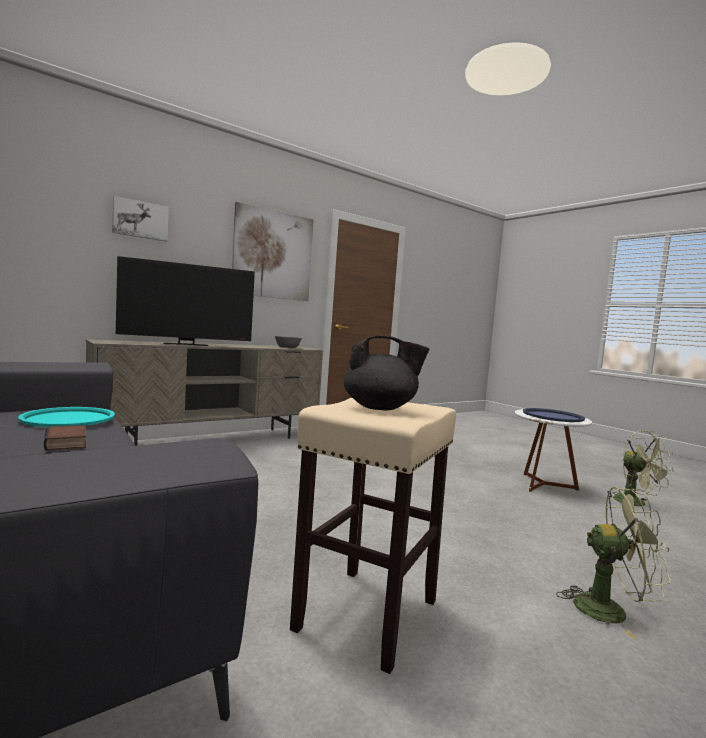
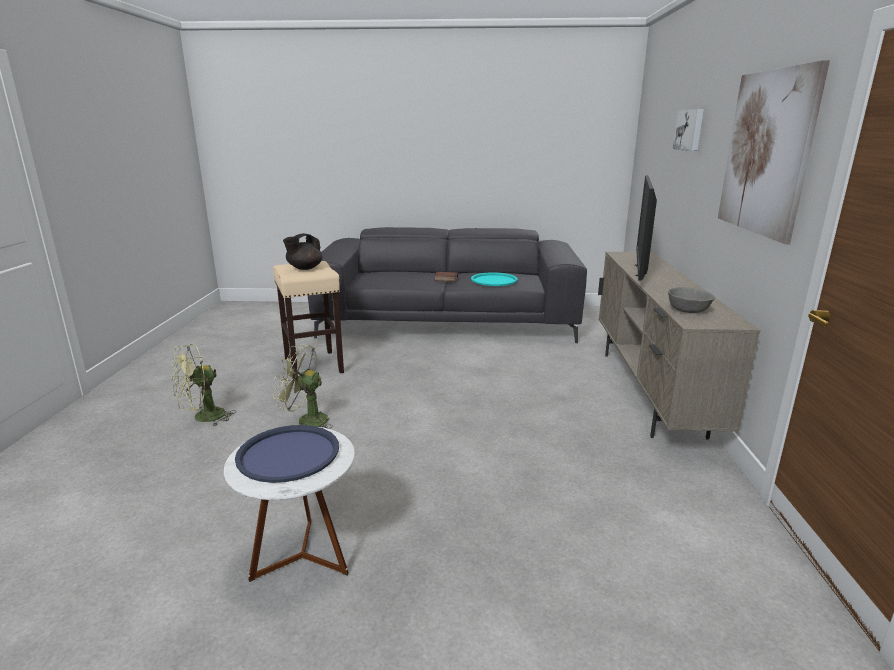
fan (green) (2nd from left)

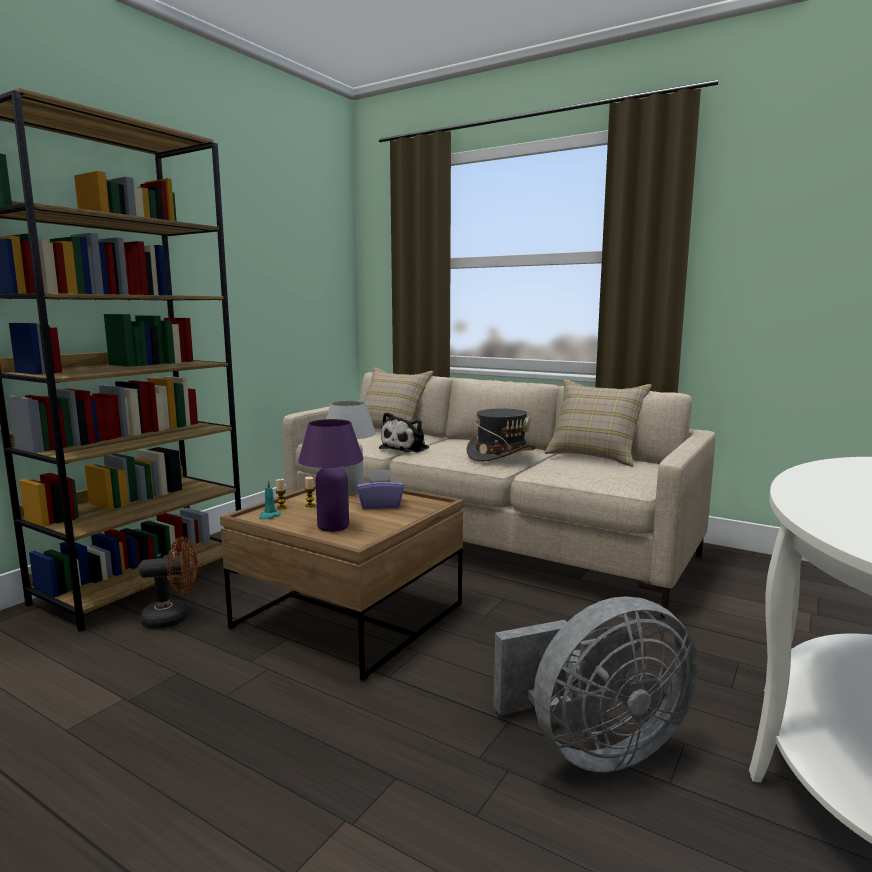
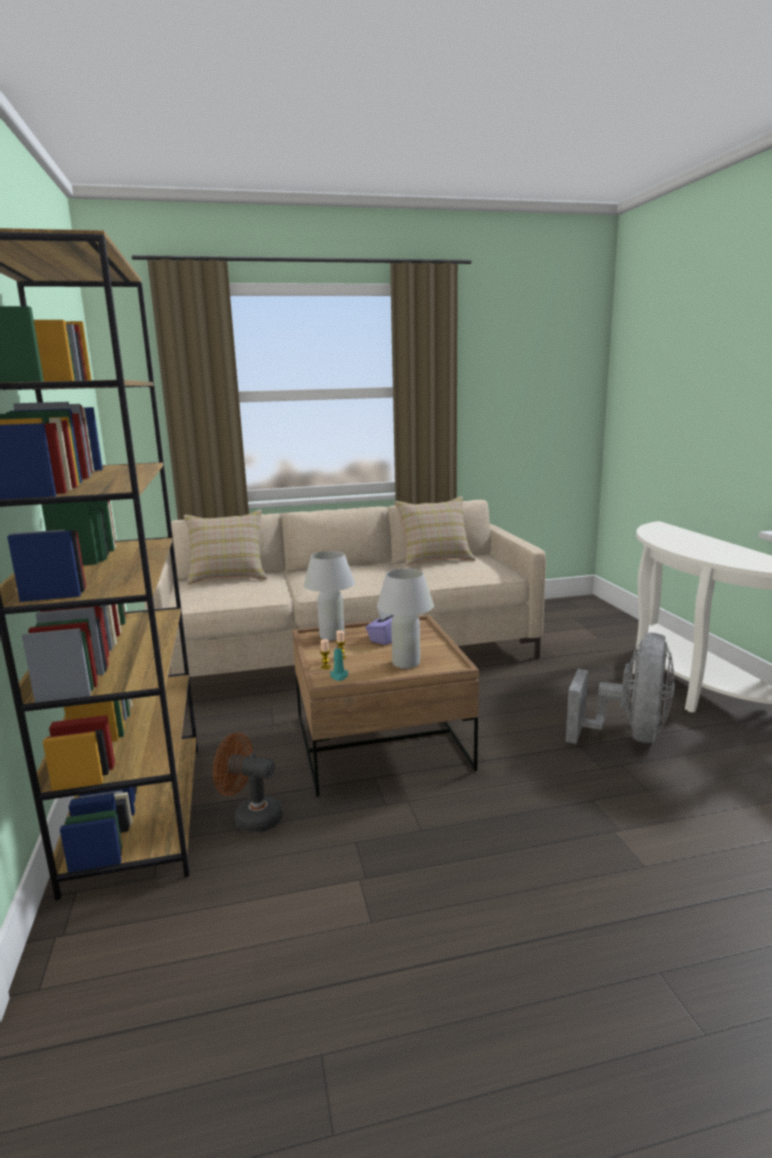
fan (brown); table lamp (white) (2nd from left); plush toy; hat (grey)

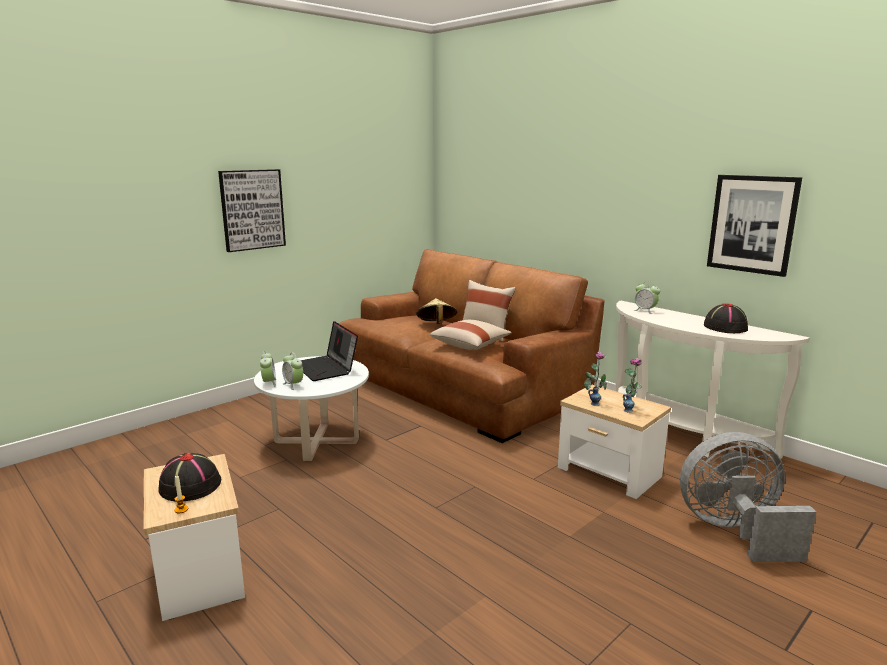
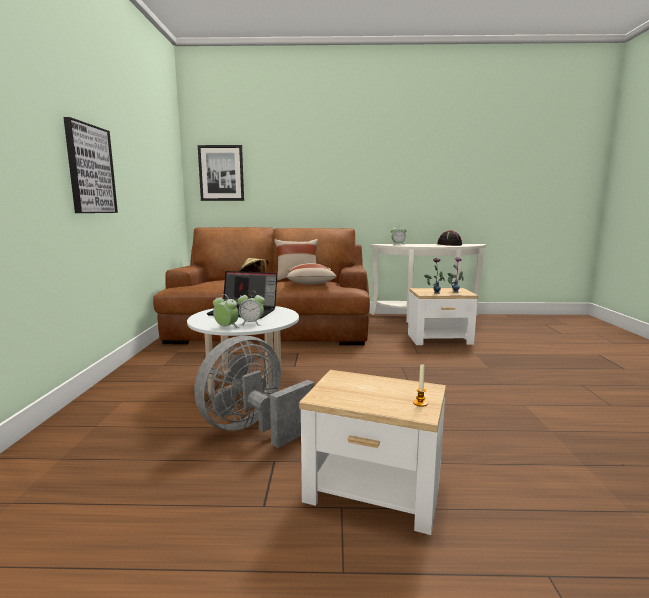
hat (black) (1st from left in the first image); fan (grey); picture (2nd from left)

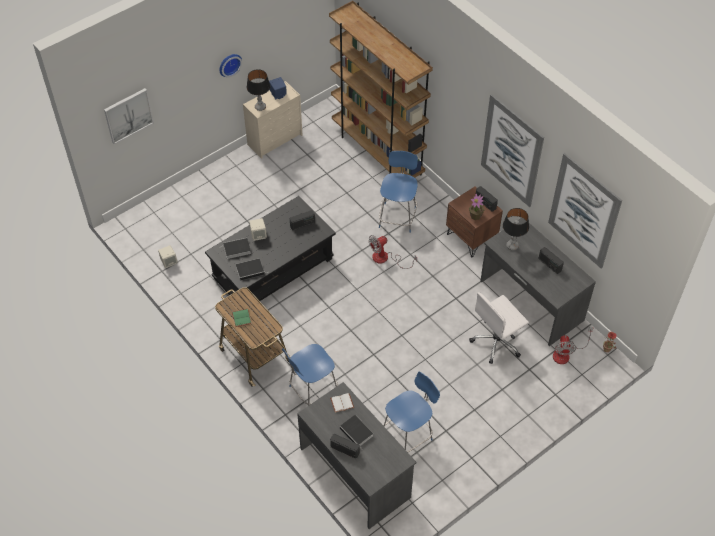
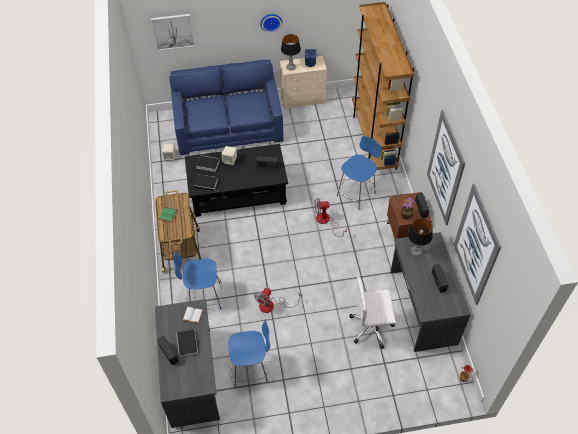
fan (1st from left); sofa (blue)

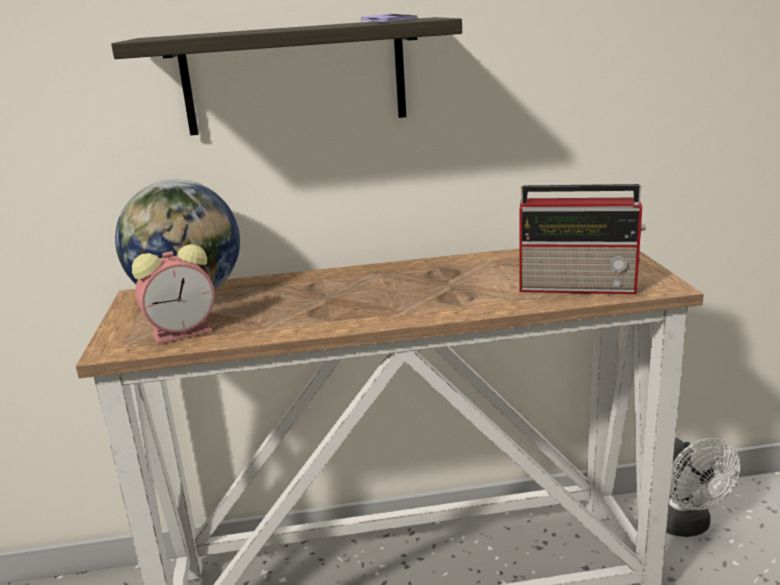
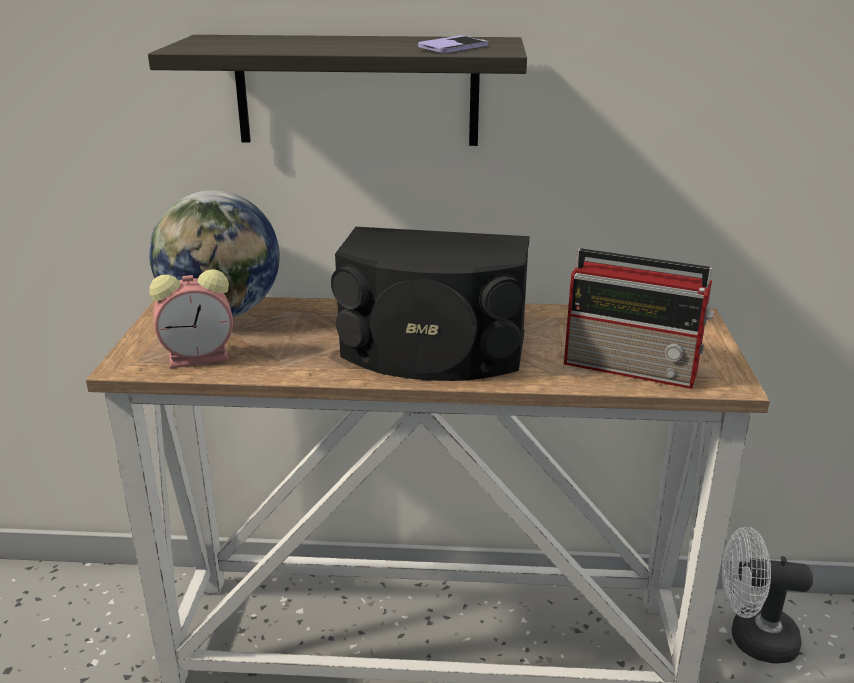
fan (white); speaker (black)

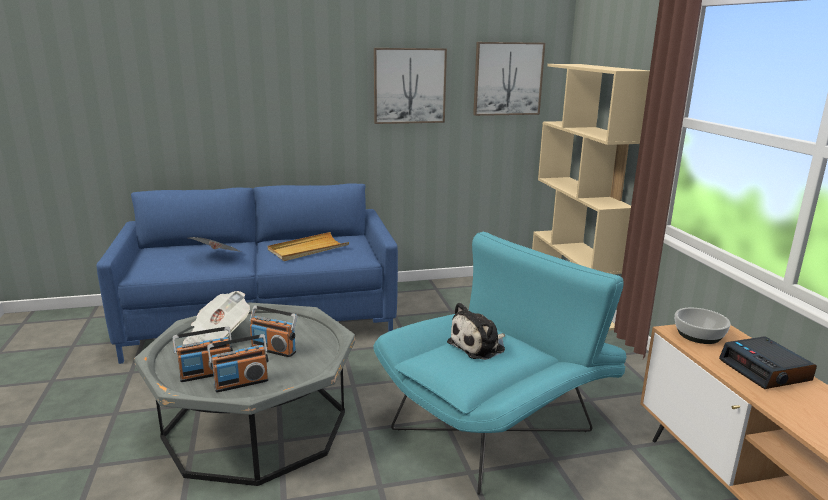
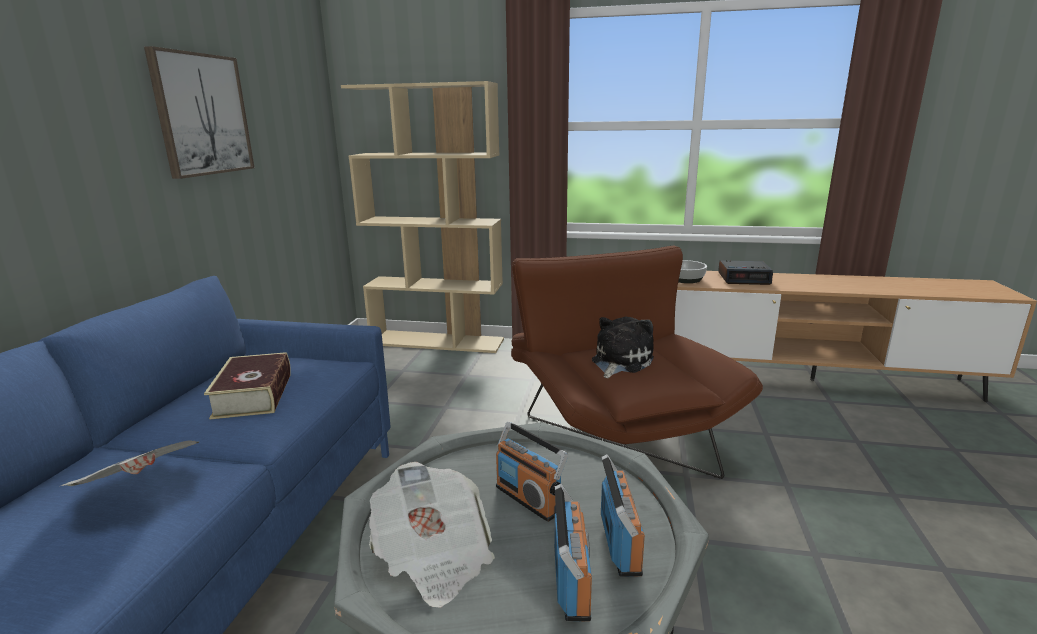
radio (1st from left); book; armchair (brown); plush toy; picture (2nd from left in the first image)

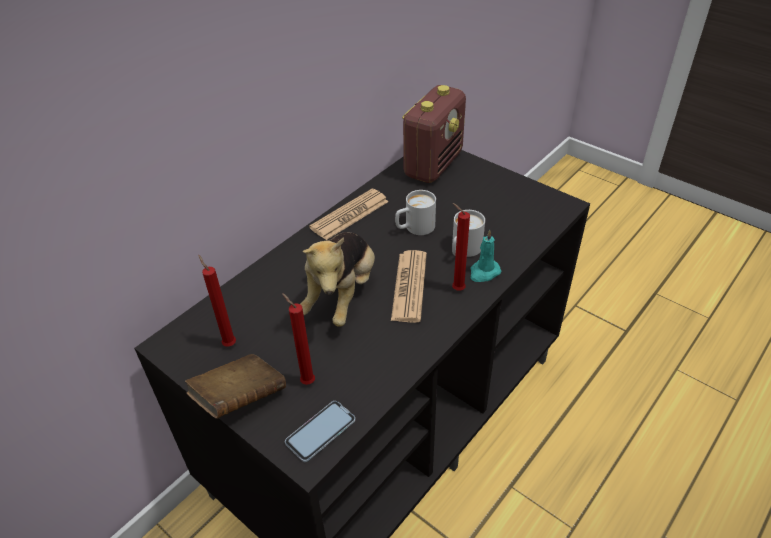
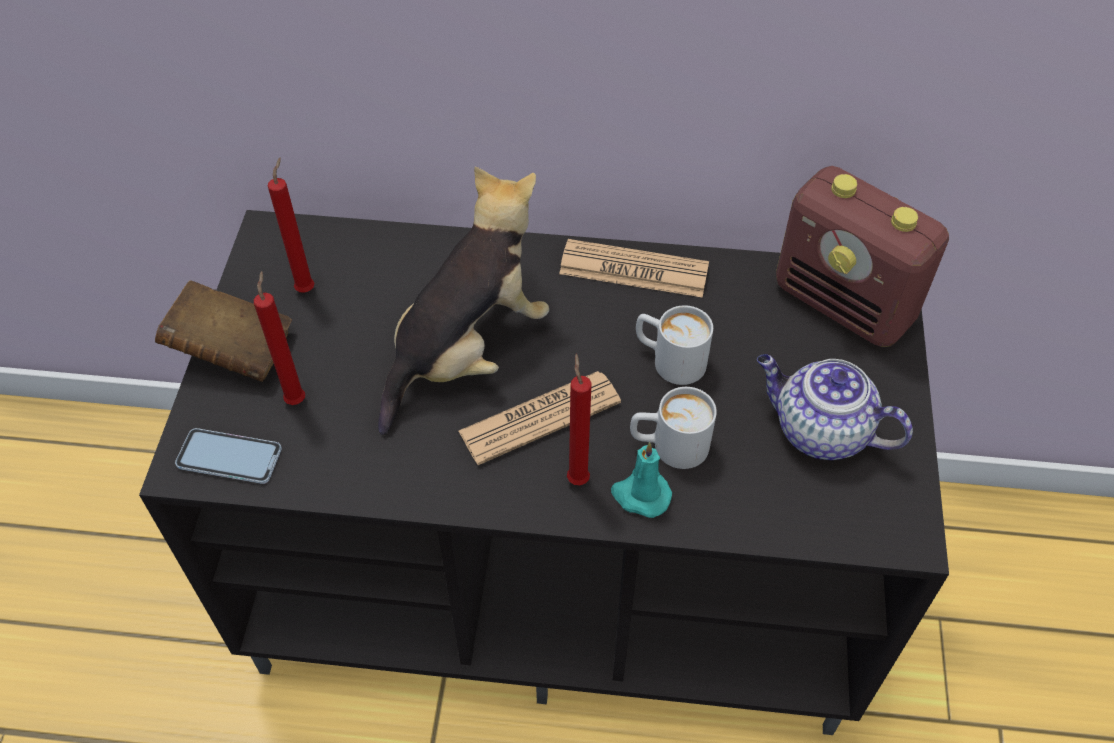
plush toy; radio; teapot

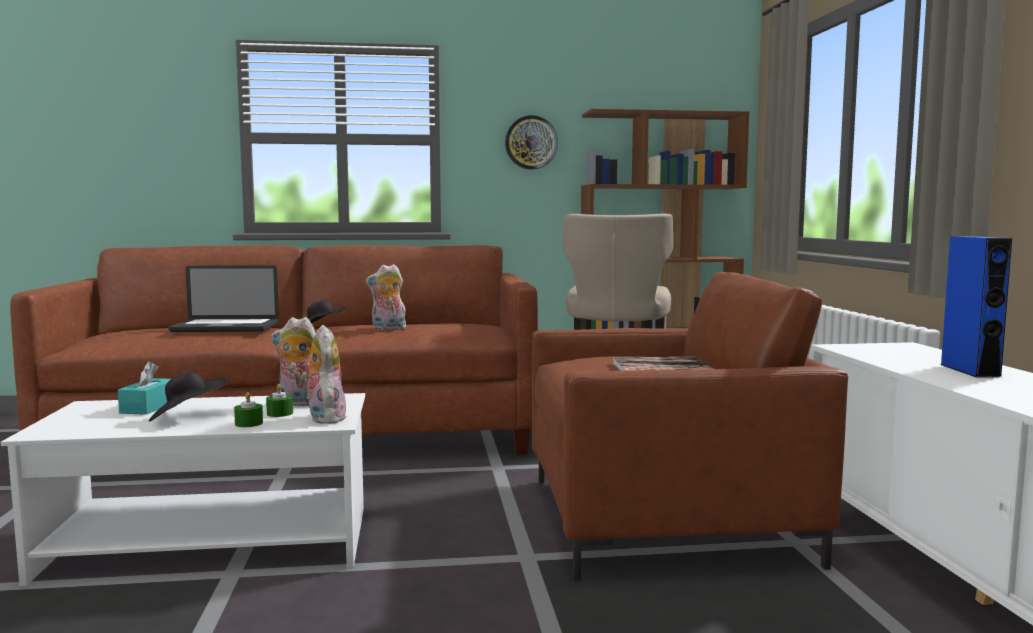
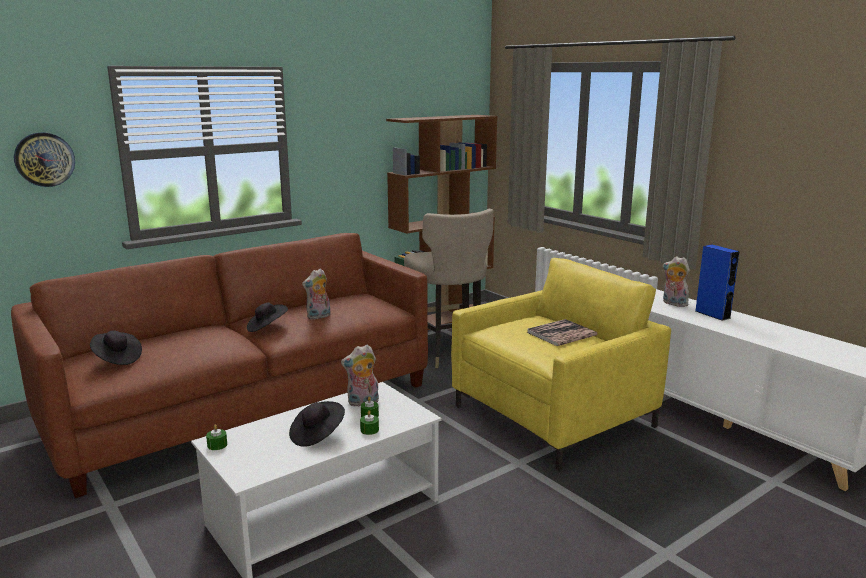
tissue box (turquoise); laptop; plush toy (3rd from left); wall clock; armchair (yellow); hat (black) (1st from left); candle (green) (1st from left)

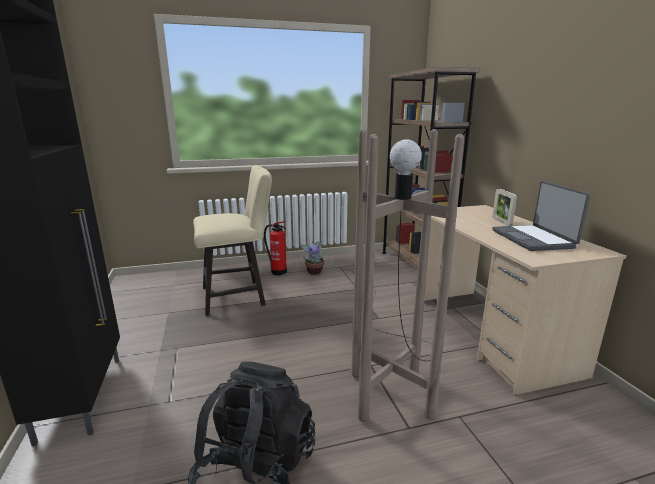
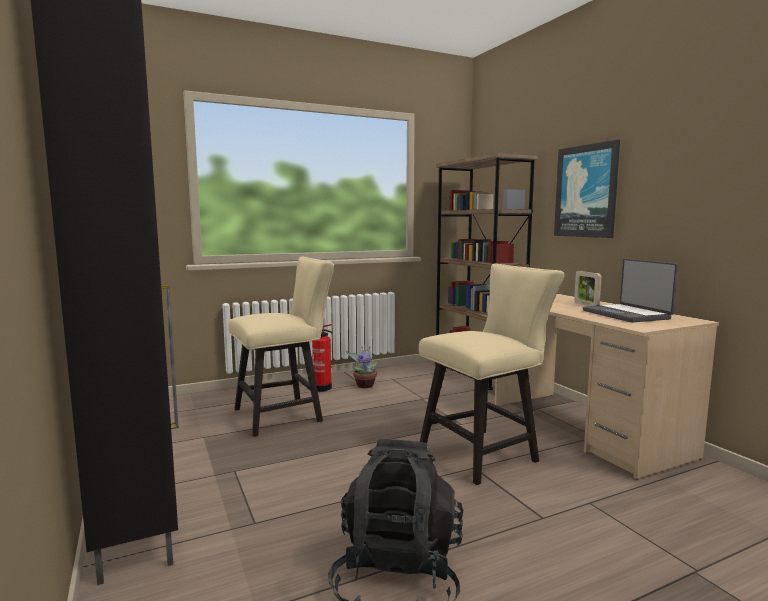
chair (beige) (2nd from left); picture

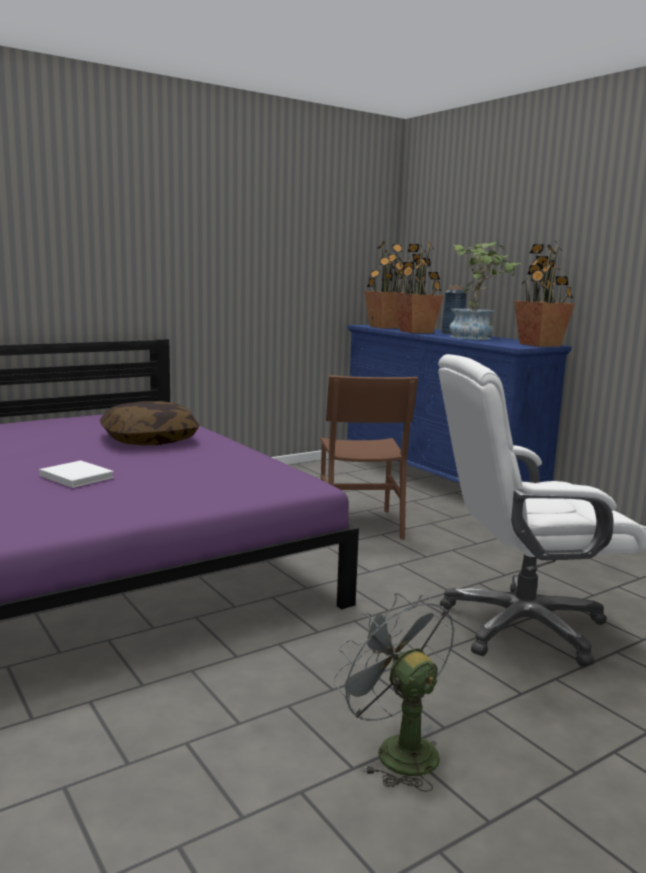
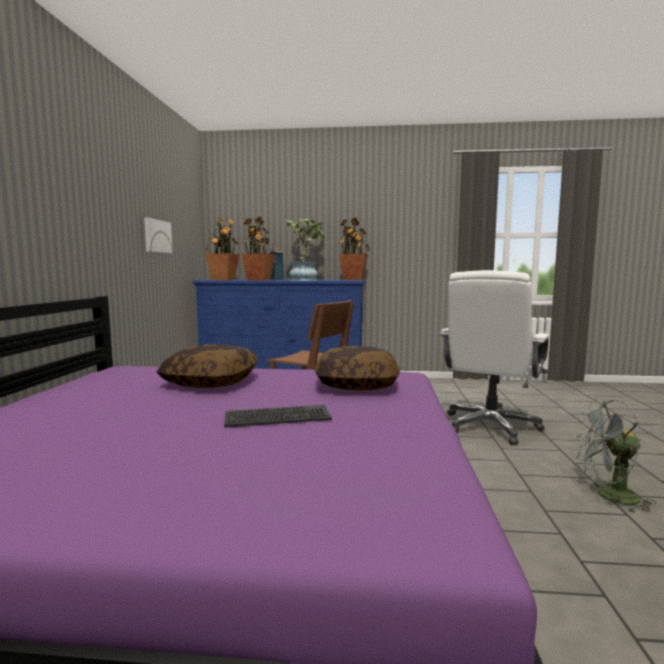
keyboard; picture; pillow (2nd from left)

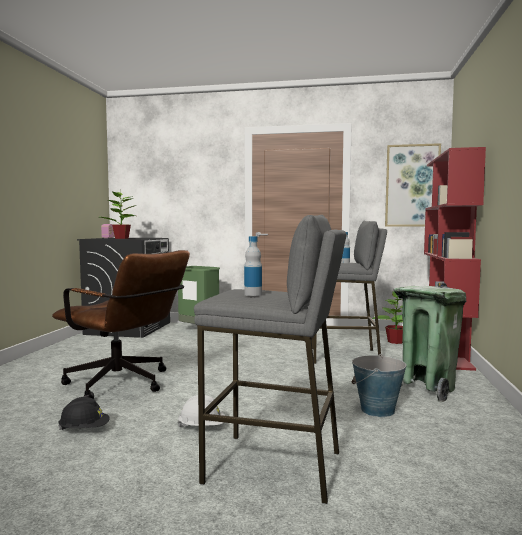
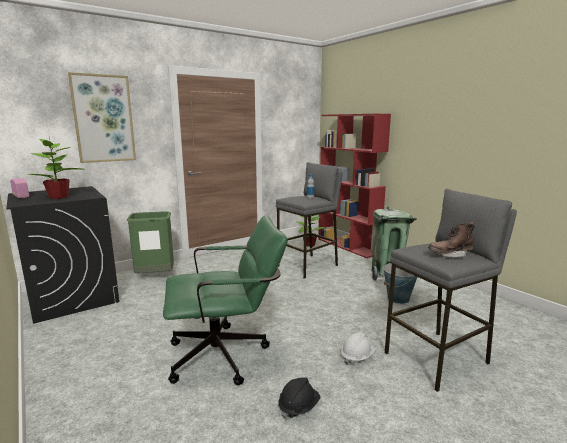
office chair (green); boot (brown); picture

